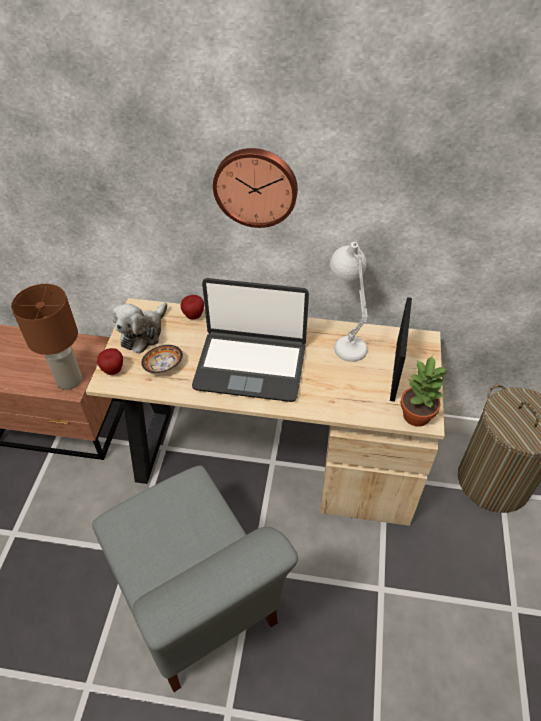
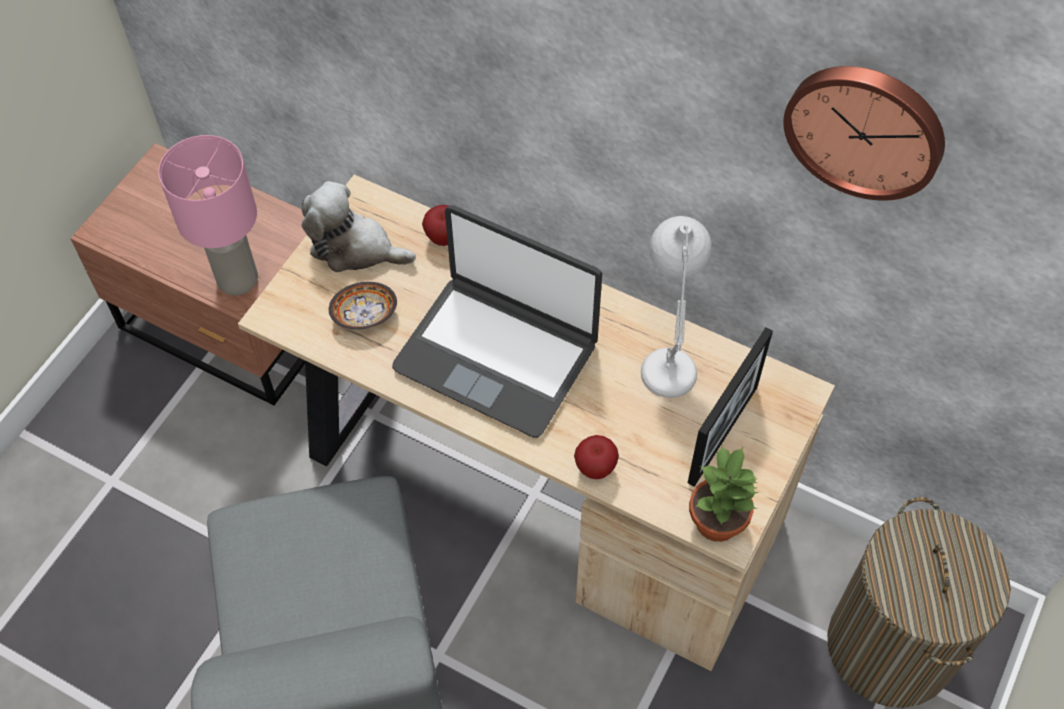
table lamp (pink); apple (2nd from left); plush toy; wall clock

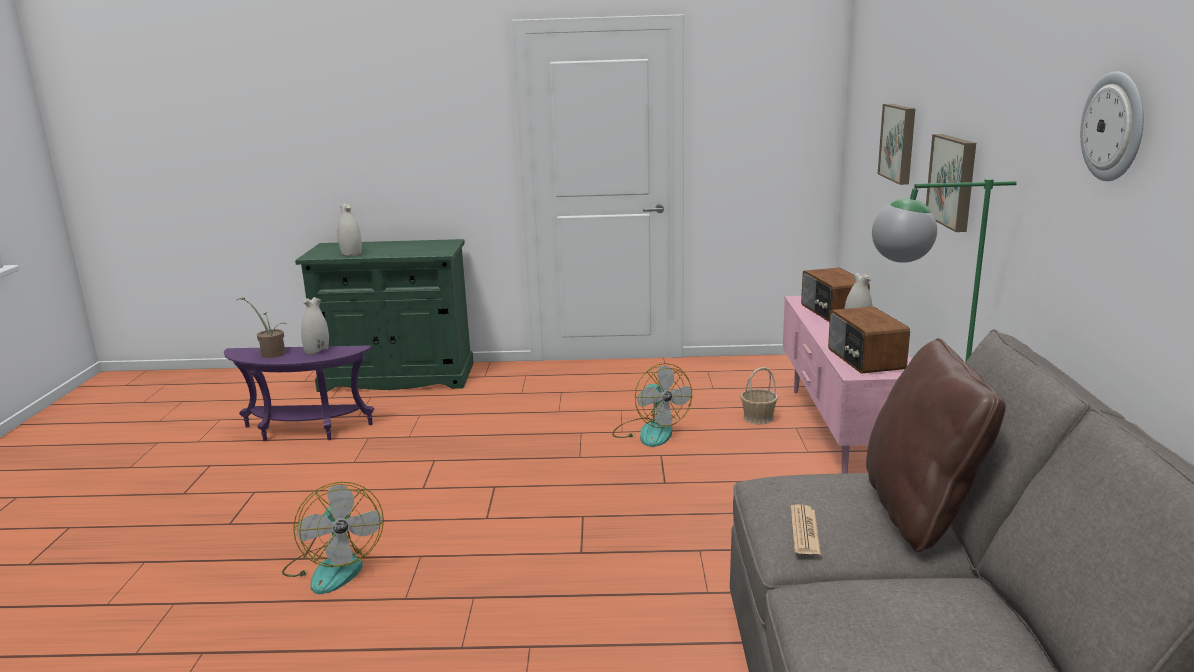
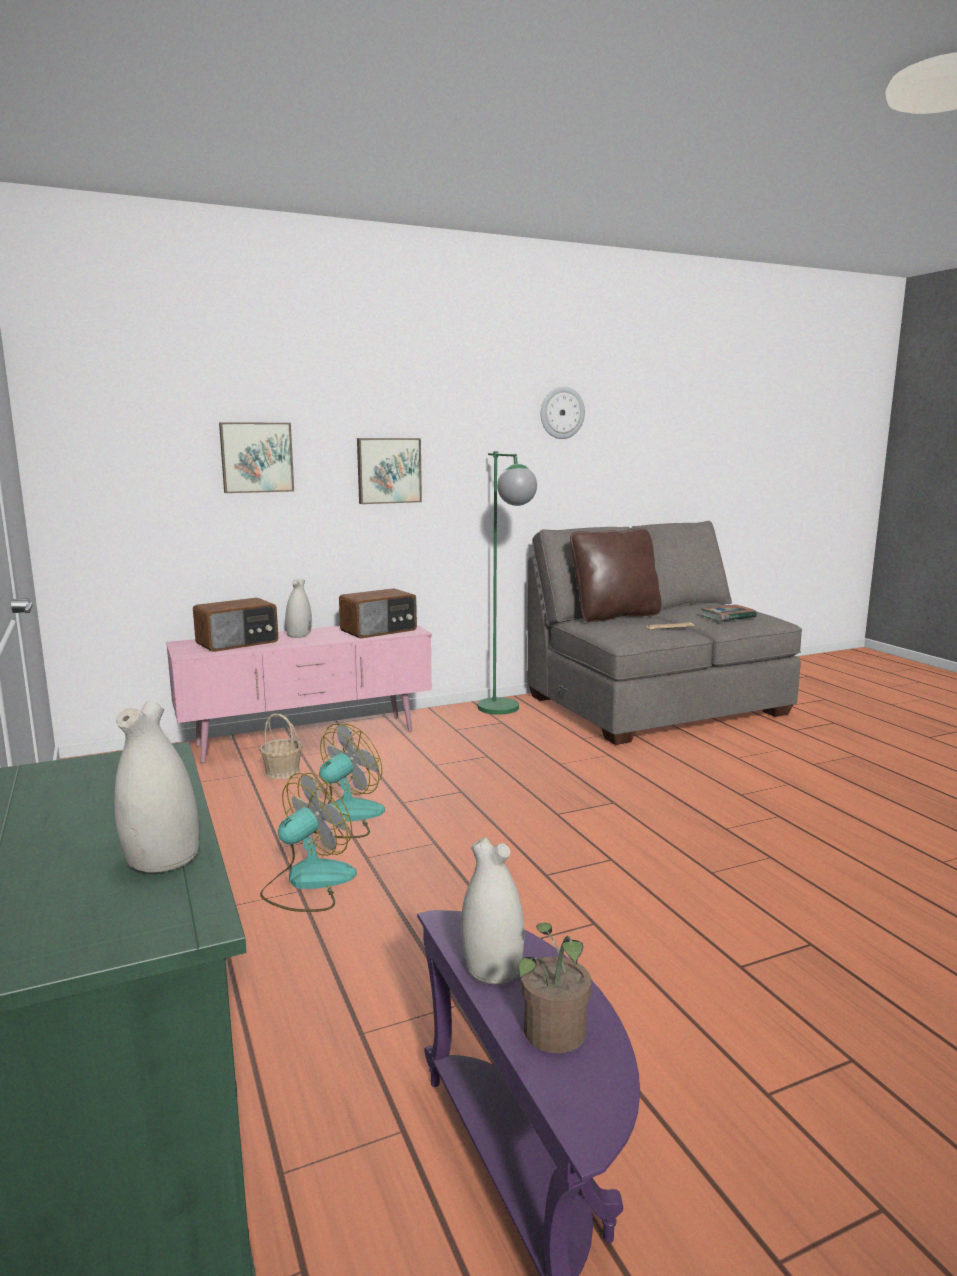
fan (1st from left); book

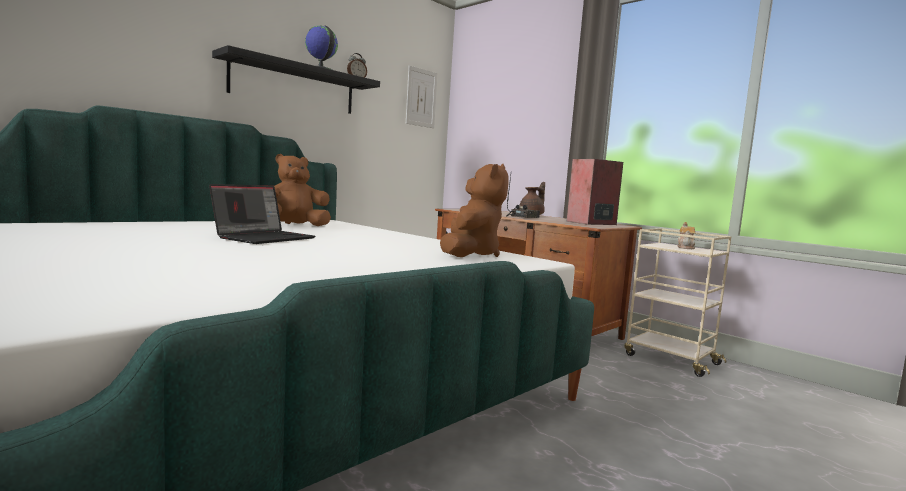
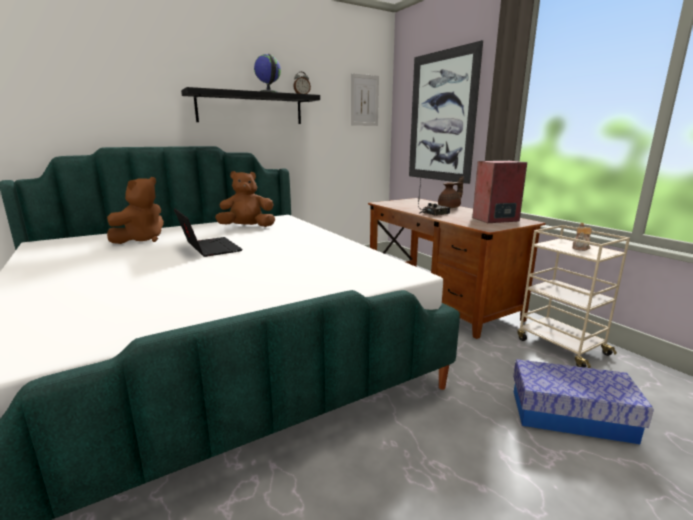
laptop; plush toy (brown) (1st from left); picture (2nd from left); storage box

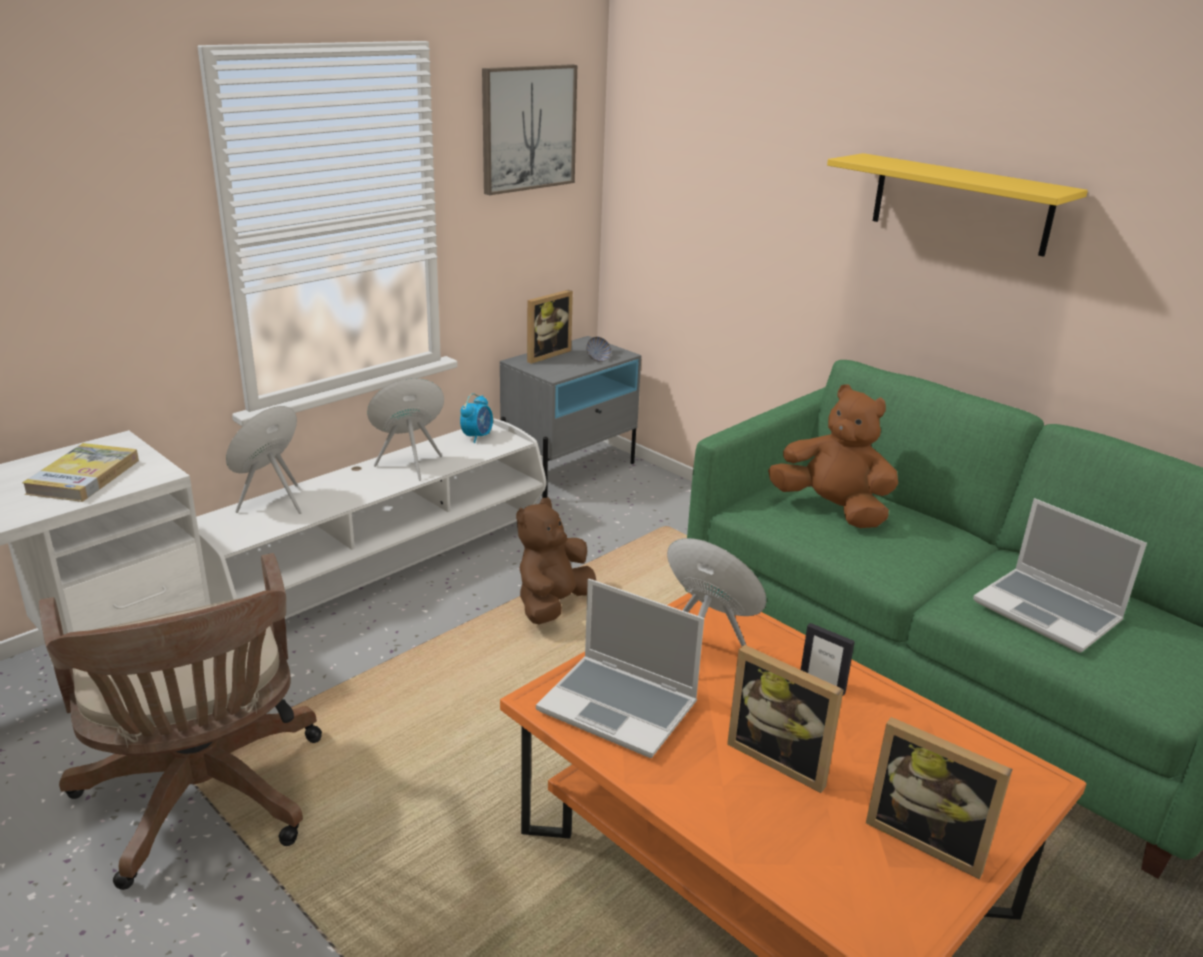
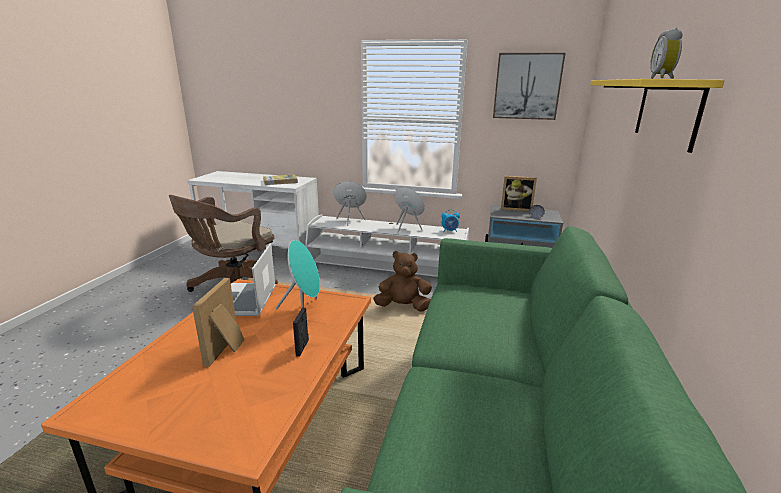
plush toy (brown) (2nd from left in the first image); picture frame (4th from left in the first image); laptop (2nd from left in the first image); alarm clock (2nd from left)

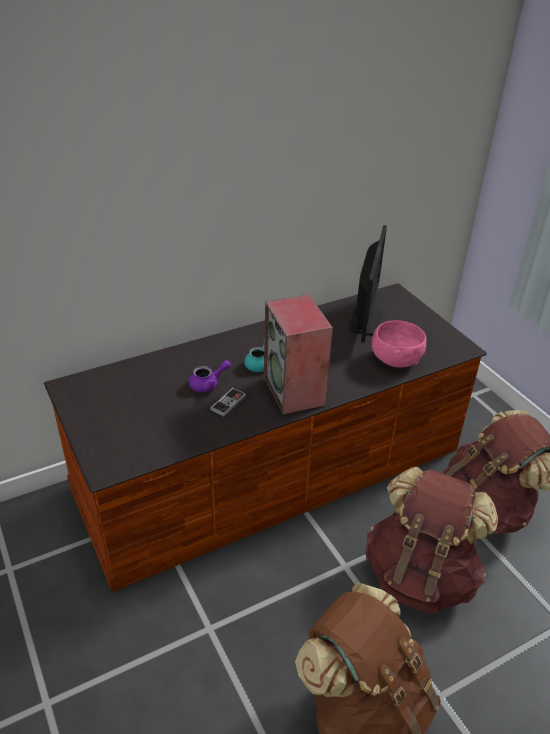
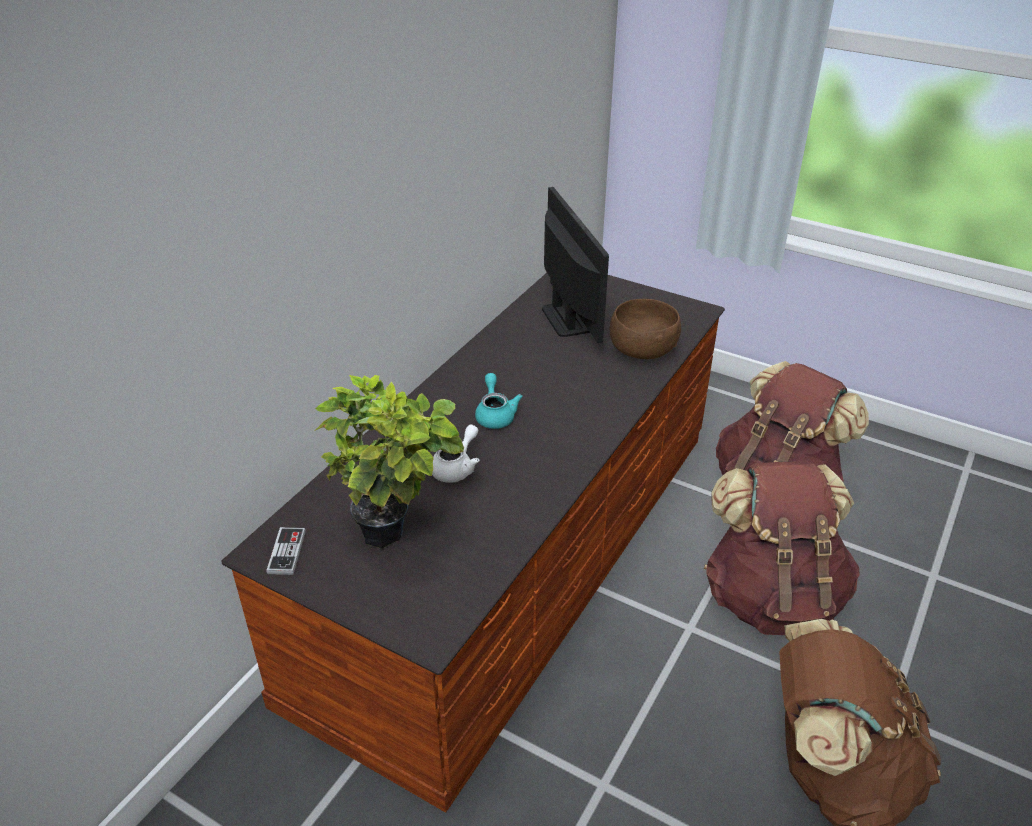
teapot (white); game controller; speaker; bowl (brown); potted plant

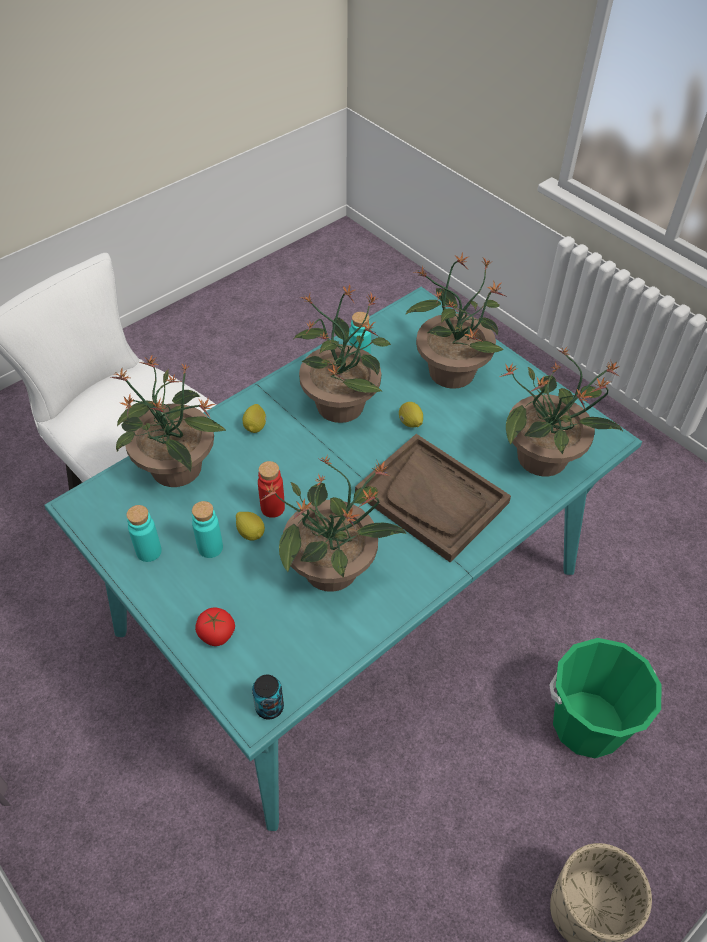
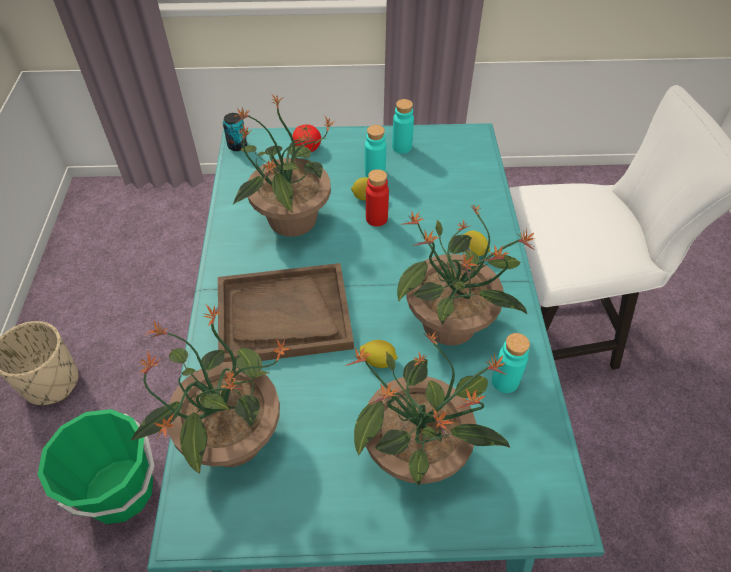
potted plant (1st from left in the first image)

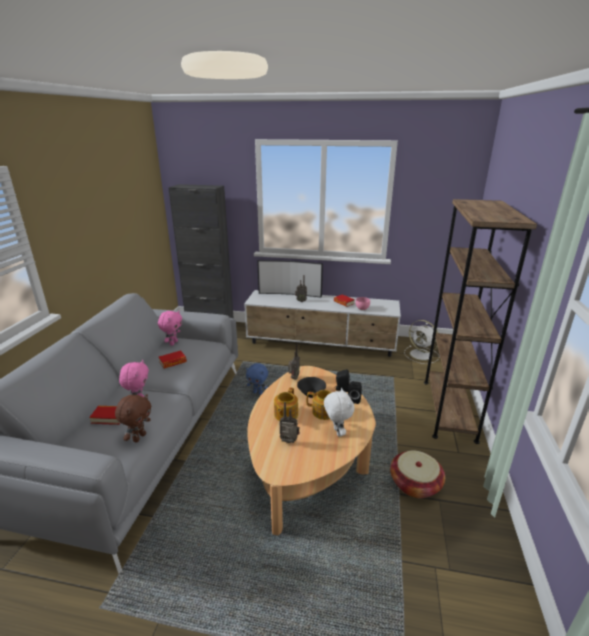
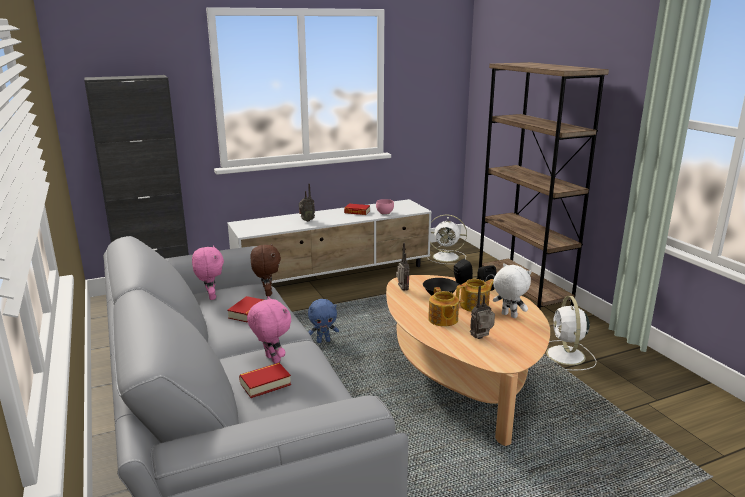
plush toy (brown); television; fan (white) (2nd from left)

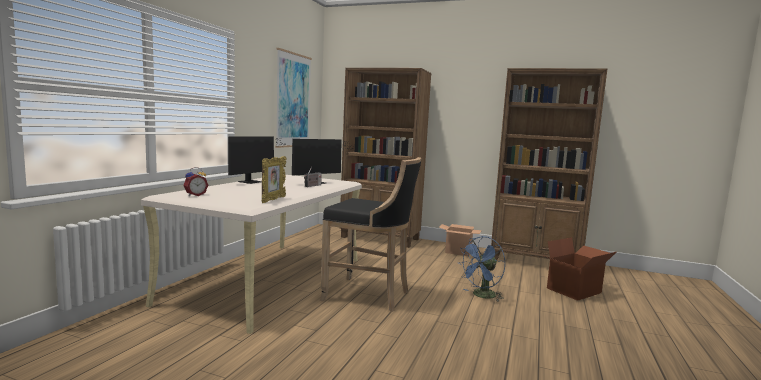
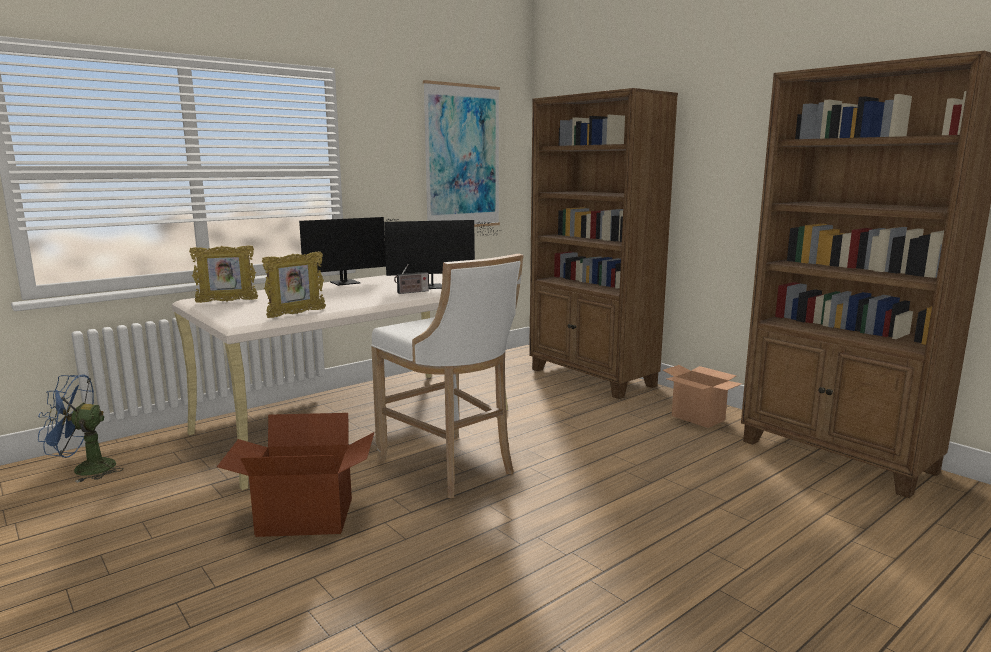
picture frame (1st from left); stool (white); fan (blue); cardboard box (1st from left)

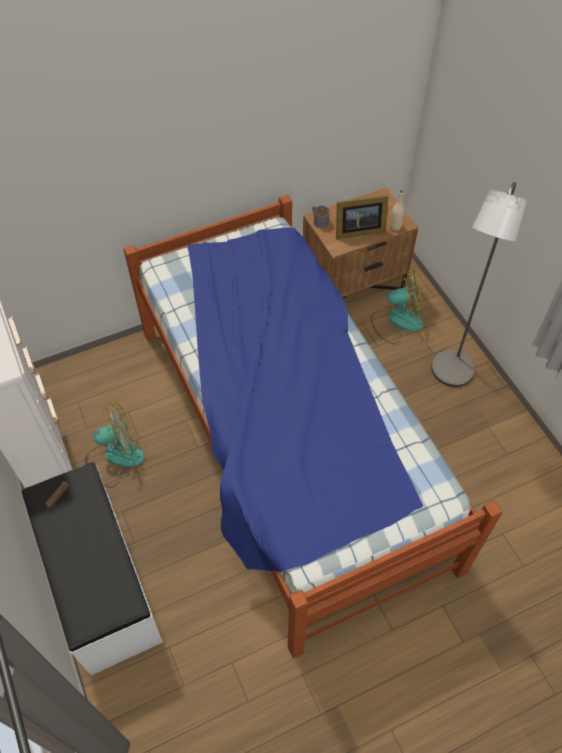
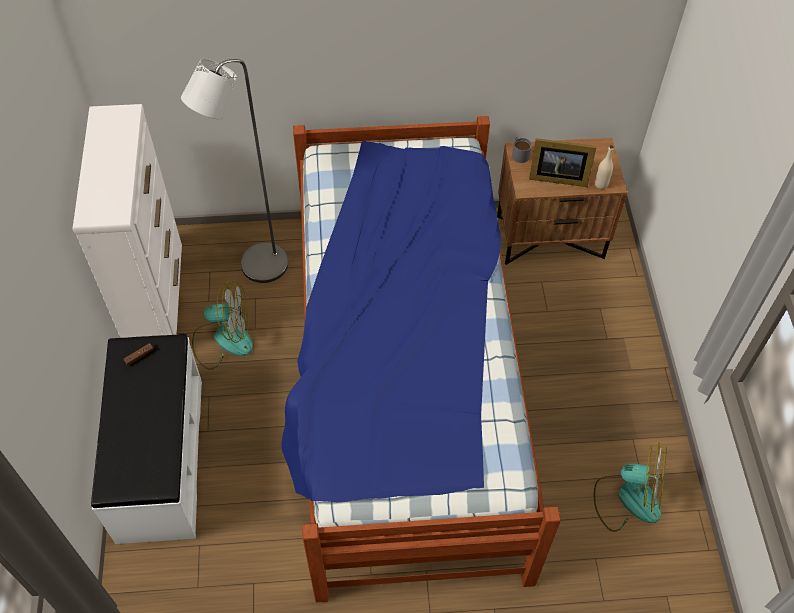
fan (2nd from left); floor lamp (grey)

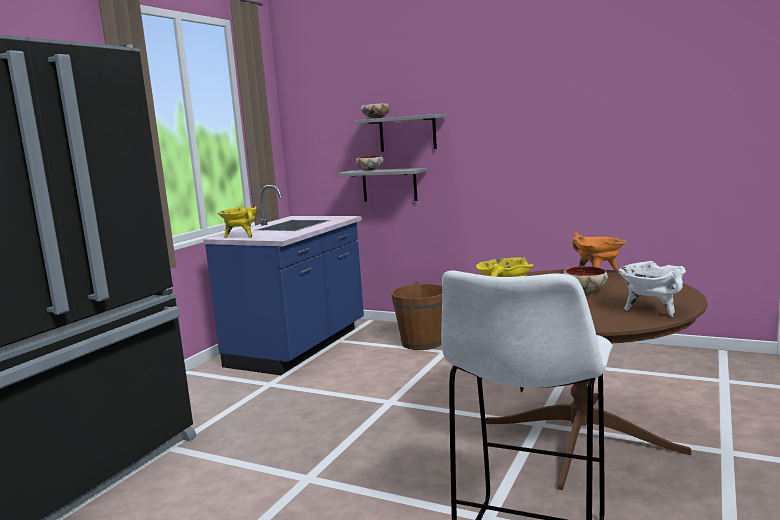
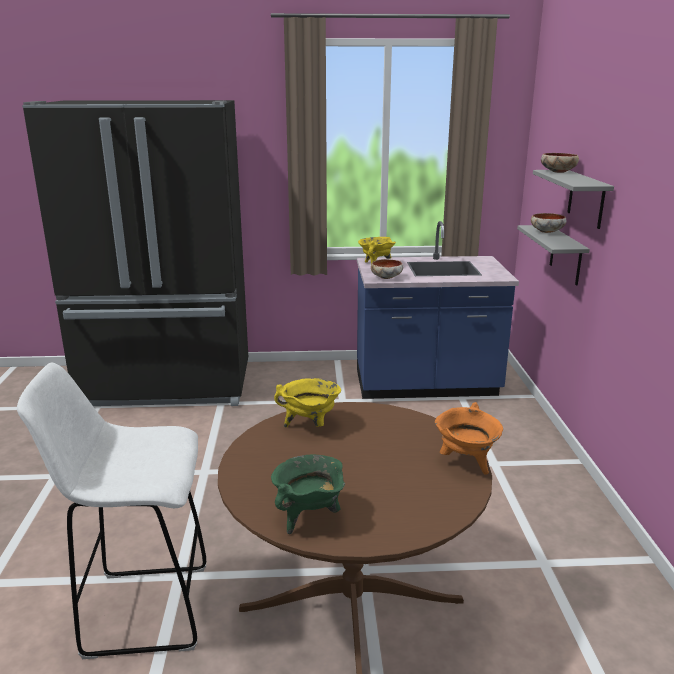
bucket (brown); bowl (1st from left); cooking pot (green)

